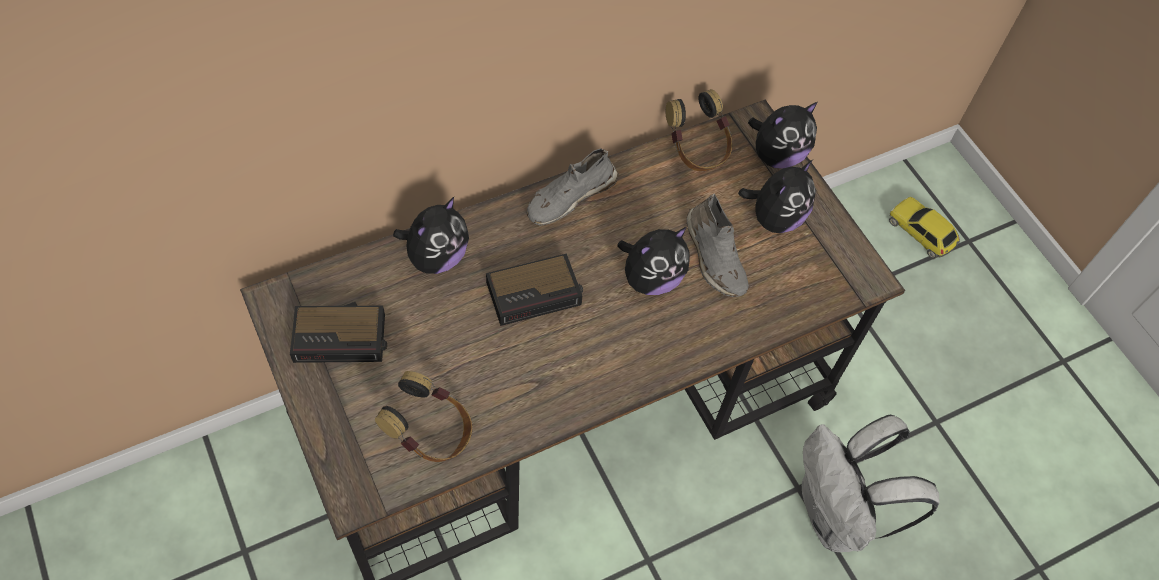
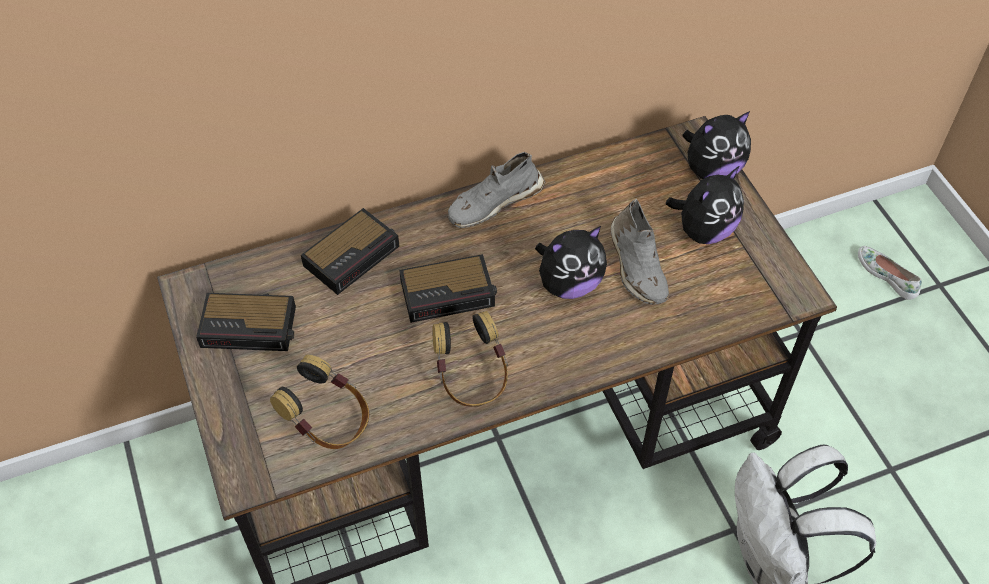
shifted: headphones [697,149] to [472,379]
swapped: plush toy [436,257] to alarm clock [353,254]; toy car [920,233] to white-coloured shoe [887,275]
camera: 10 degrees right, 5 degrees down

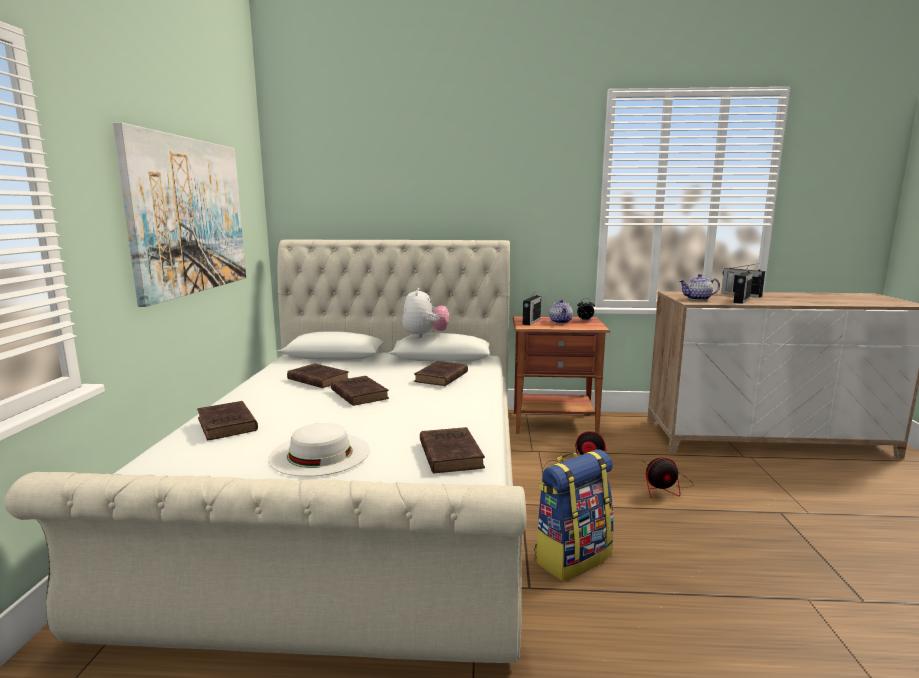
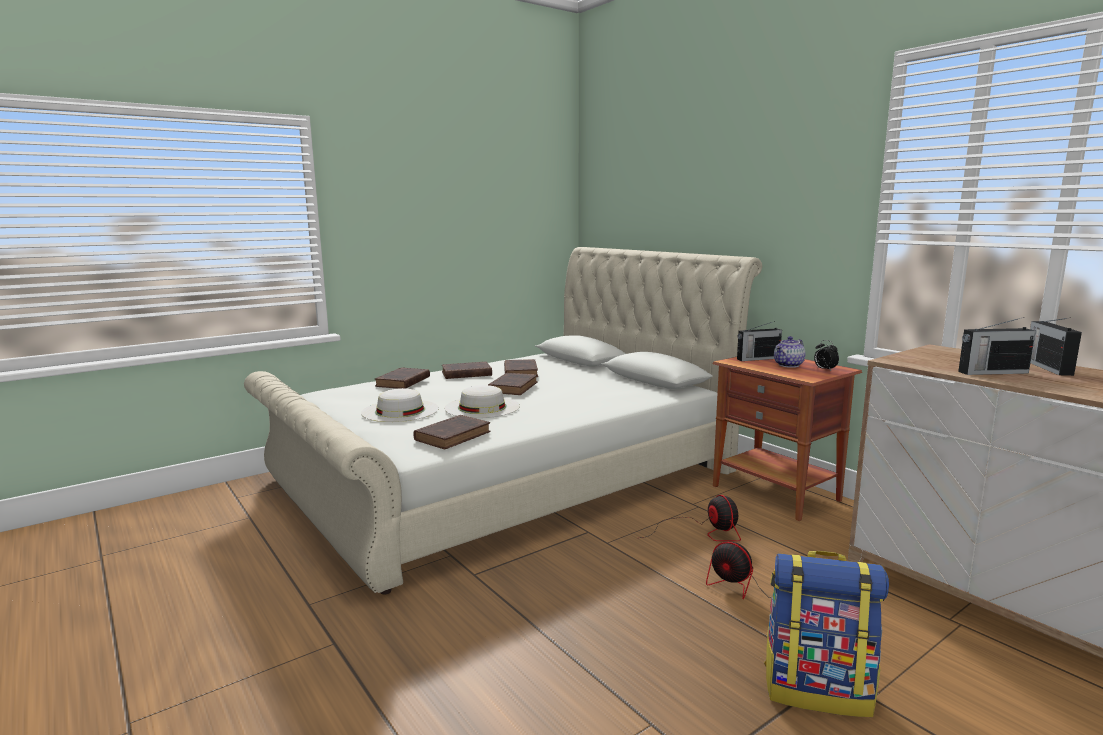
gone: wall picture [189,216]; plush toy [425,336]; pot for tea [698,299]
new: white-coloured wearable hat [482,407]
shifted: brown book [440,377] to [465,374]; backpack [572,557] to [817,689]
camera: 50 degrees right, 0 degrees up

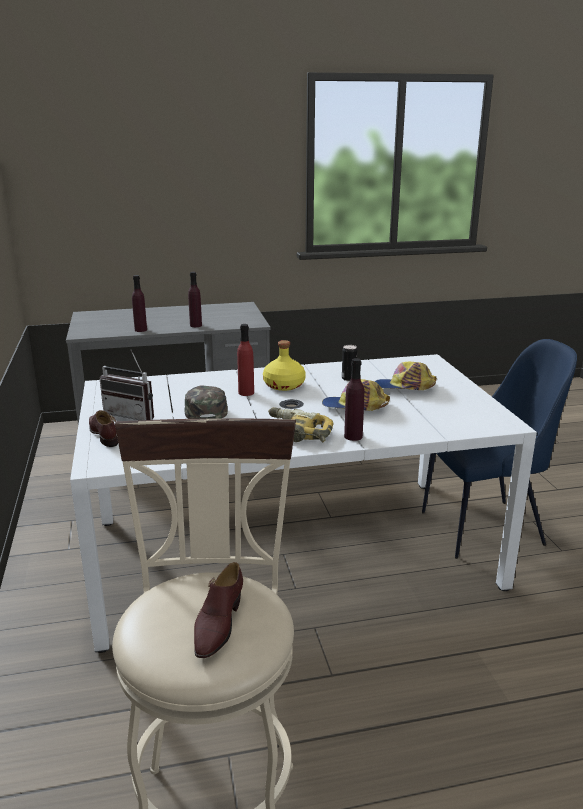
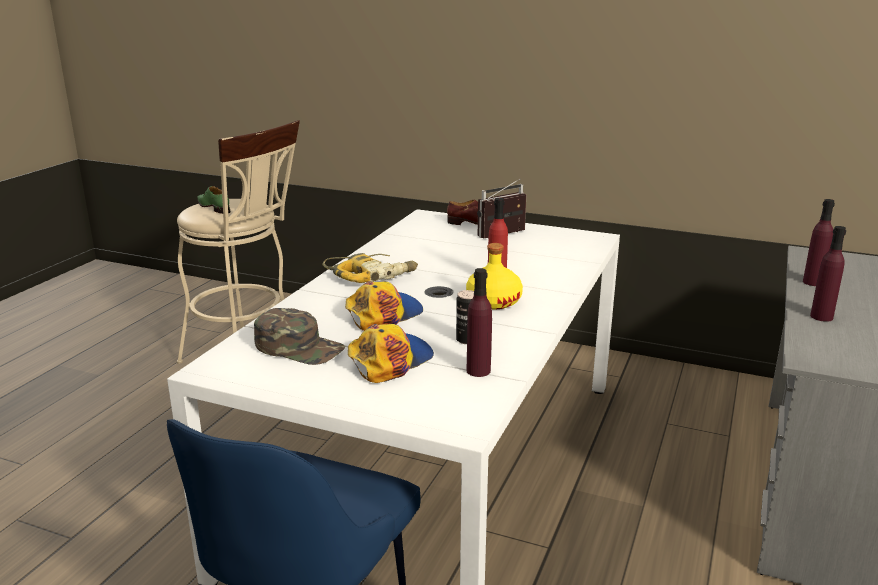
shifted: green cap [204,409] to [299,347]; purplish bottle [353,436] to [478,371]
repainted: brown shoe [218,624] to green shoe [214,207]
camera: 125 degrees right, 0 degrees up

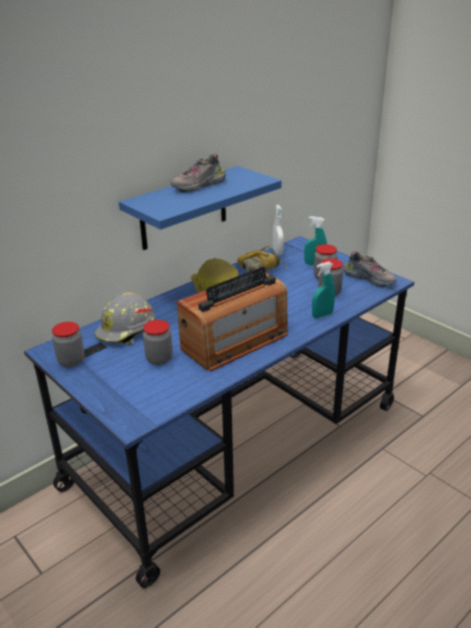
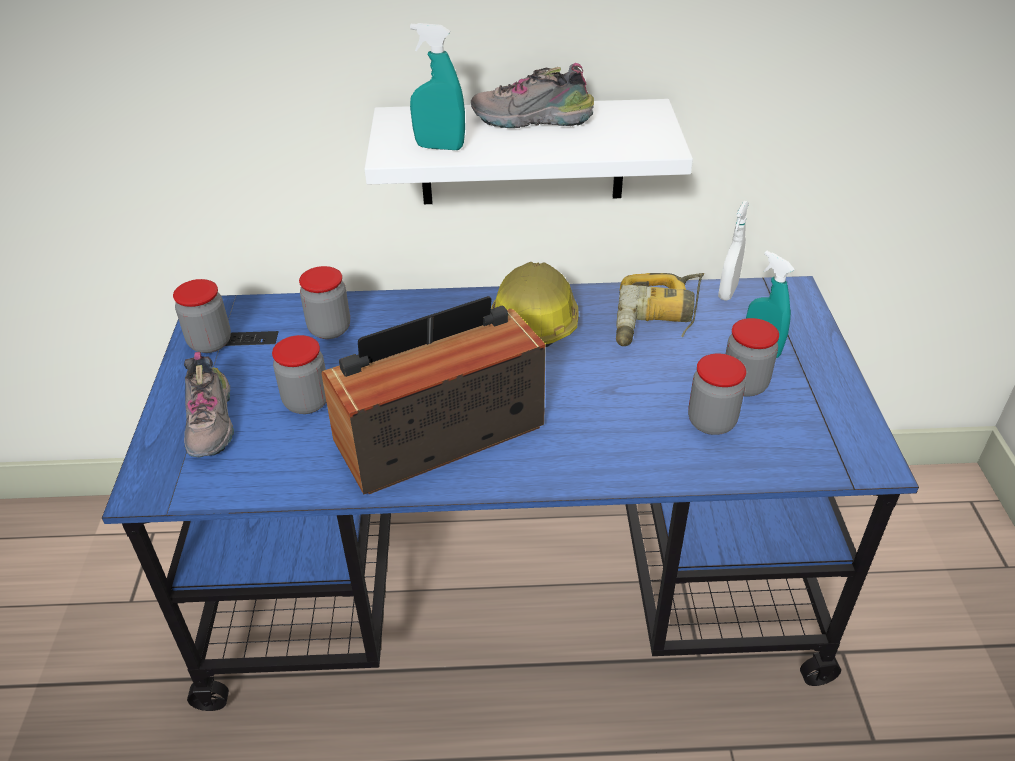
shifted: turquoise sprayer [322,315] to [440,147]; shoe [370,279] to [212,423]
swapped: grey hard hat [127,330] to preserve jar [329,329]
repainted: blue wall shelf [184,208] to white-coloured wall shelf [522,152]
rotated: radio receiver [235,342] = [439,433] 150 degrees clockwise
camera: 40 degrees right, 10 degrees up

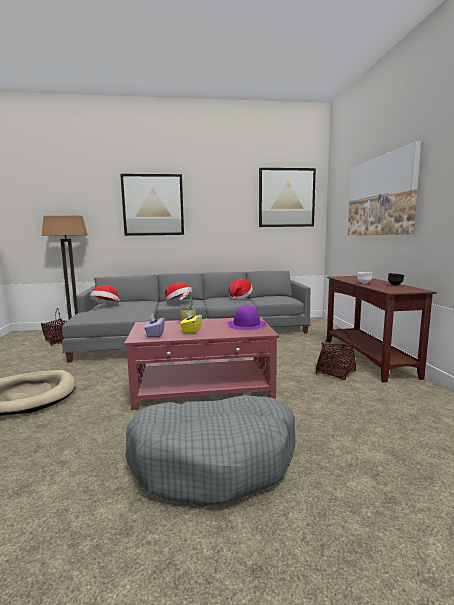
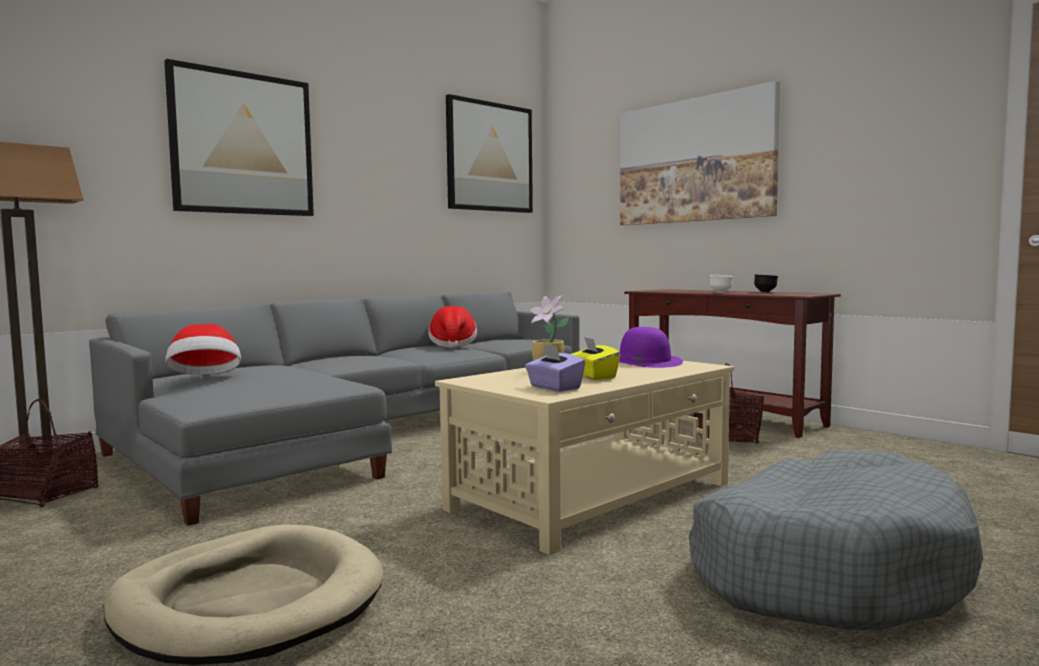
gone: wearable hat [178,303]
repainted: red-coloured coffee table [203,387] to beige coffee table [593,496]
camera: 35 degrees left, 5 degrees down

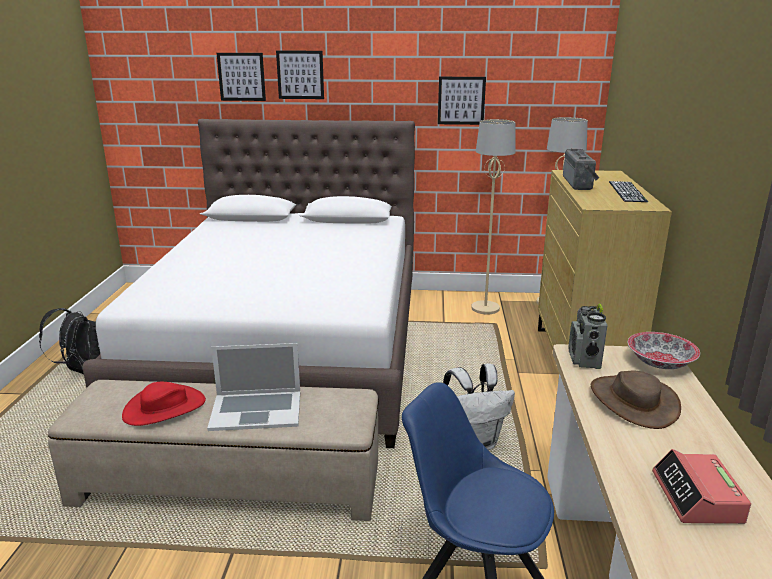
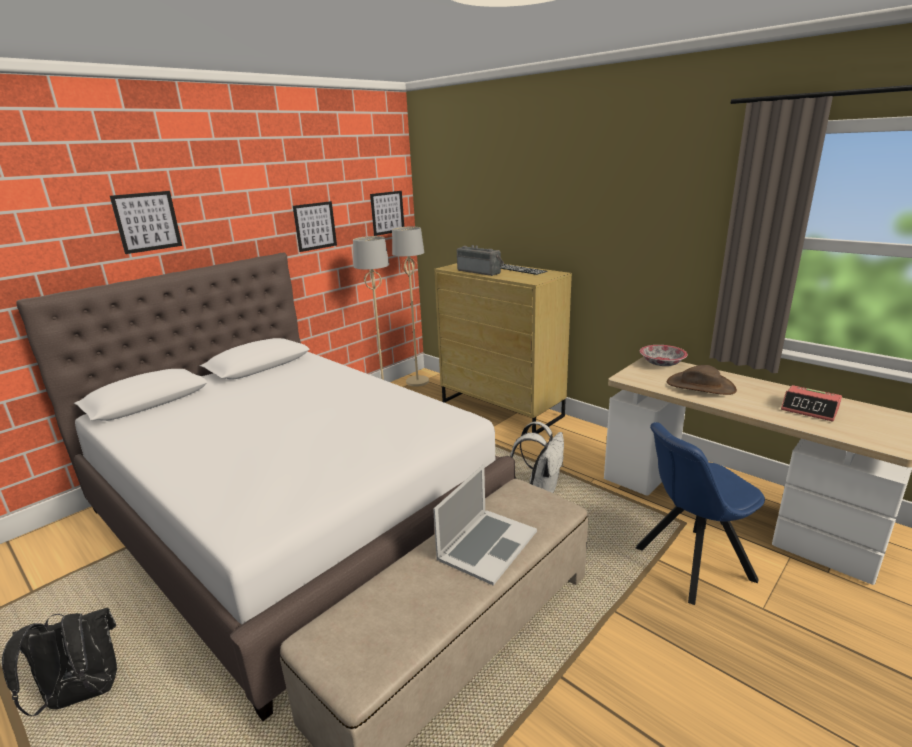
gone: red-coloured wearable hat [164,408]; radio receiver [584,359]
shifted: wall picture [241,76] to [387,213]
camera: 50 degrees left, 0 degrees up

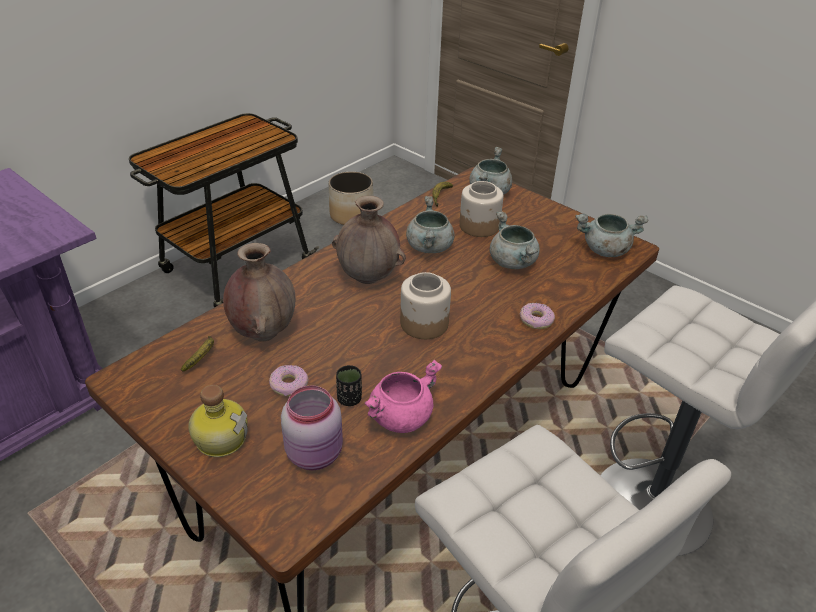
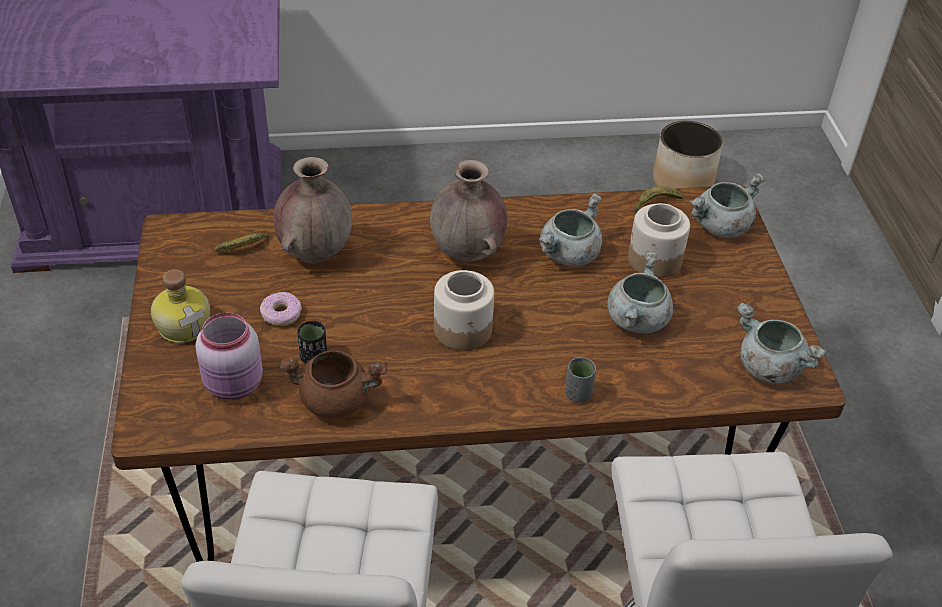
gone: cart [236,269]
swapped: doughnut [536,320] to grey cup [578,394]
repainted: pink cooking pot [401,416] to brown cooking pot [336,400]
camera: 40 degrees right, 5 degrees up

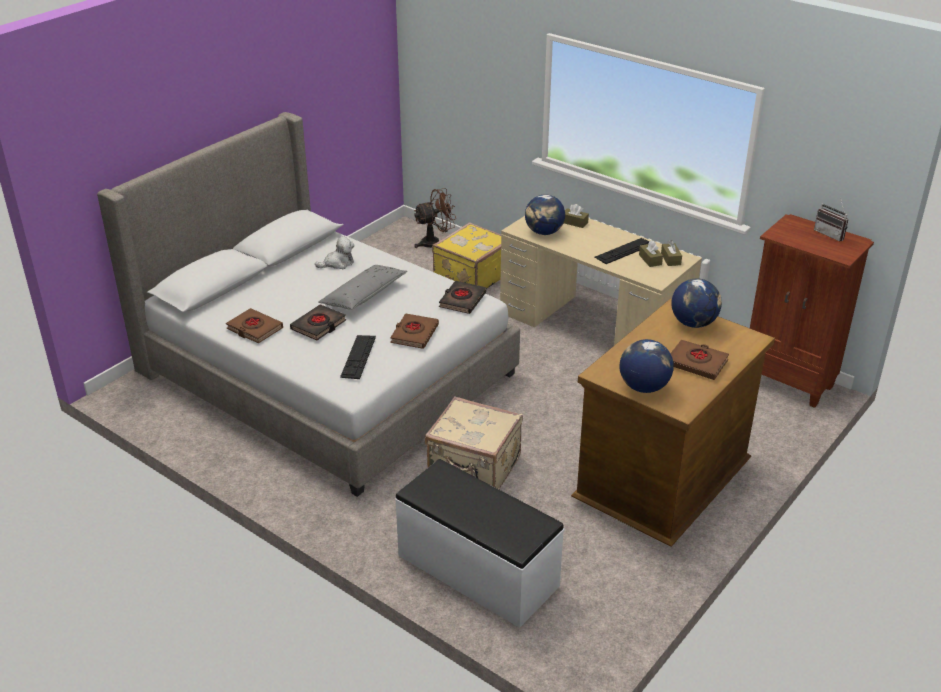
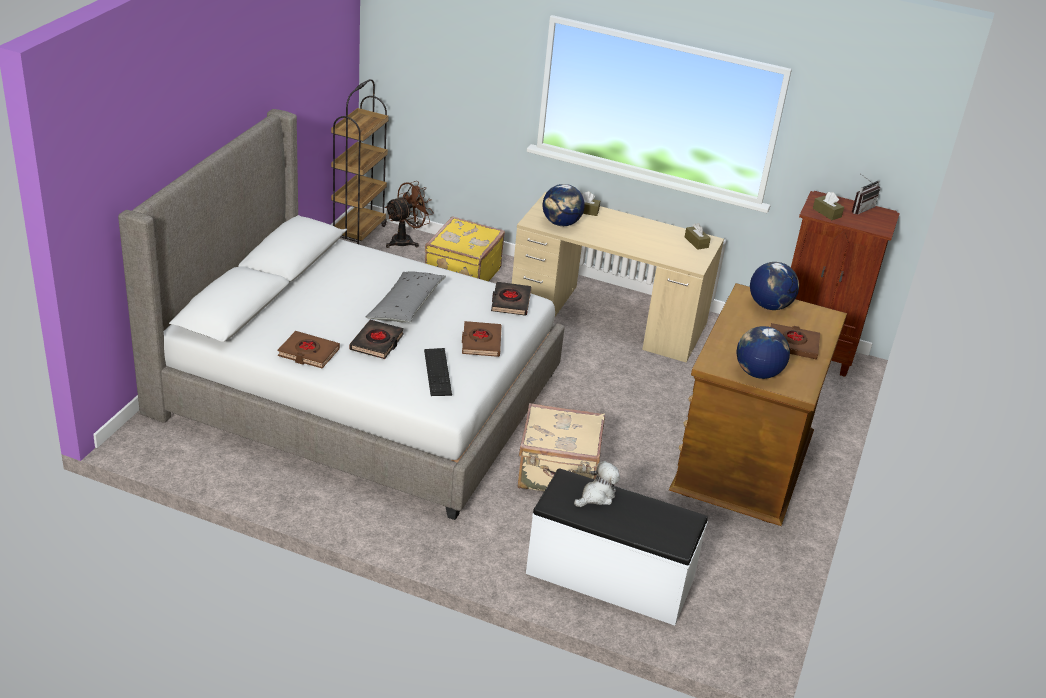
gone: PC keyboard [624,251]
new: brown cart [358,235]
shifted: plush toy [338,263] to [597,496]; brown tissue holder [650,260] to [827,213]
rotated: radio receiver [831,234] = [860,208] 75 degrees counterclockwise
camera: 20 degrees left, 0 degrees up

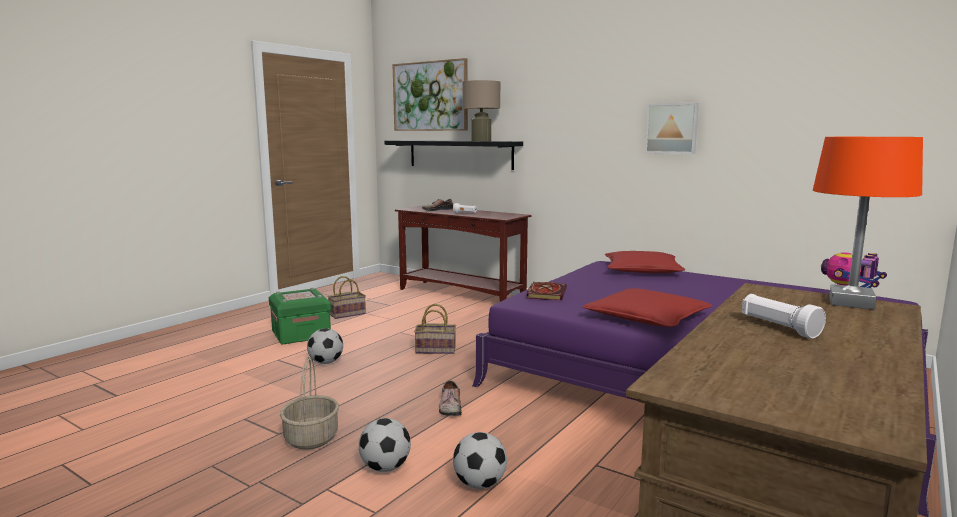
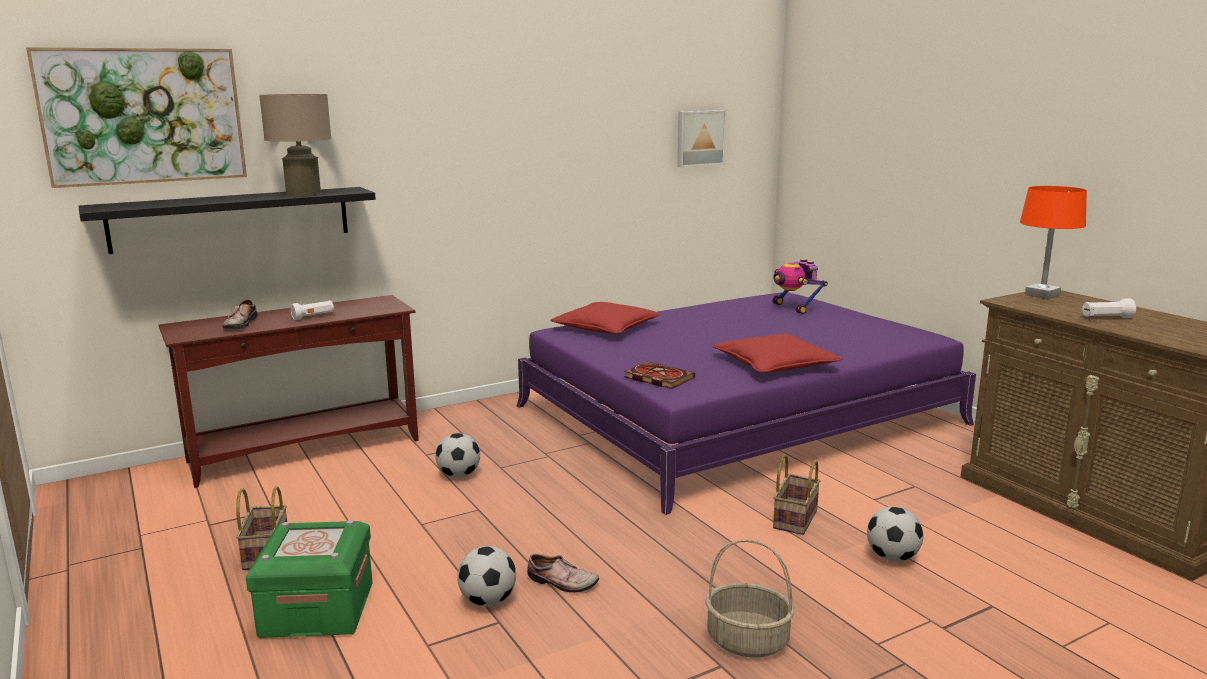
shifted: football [385,468] to [459,475]; household basket [436,349] to [794,518]; shoe [449,407] to [561,583]; wall picture [672,128] to [699,138]
camera: 65 degrees left, 5 degrees up

